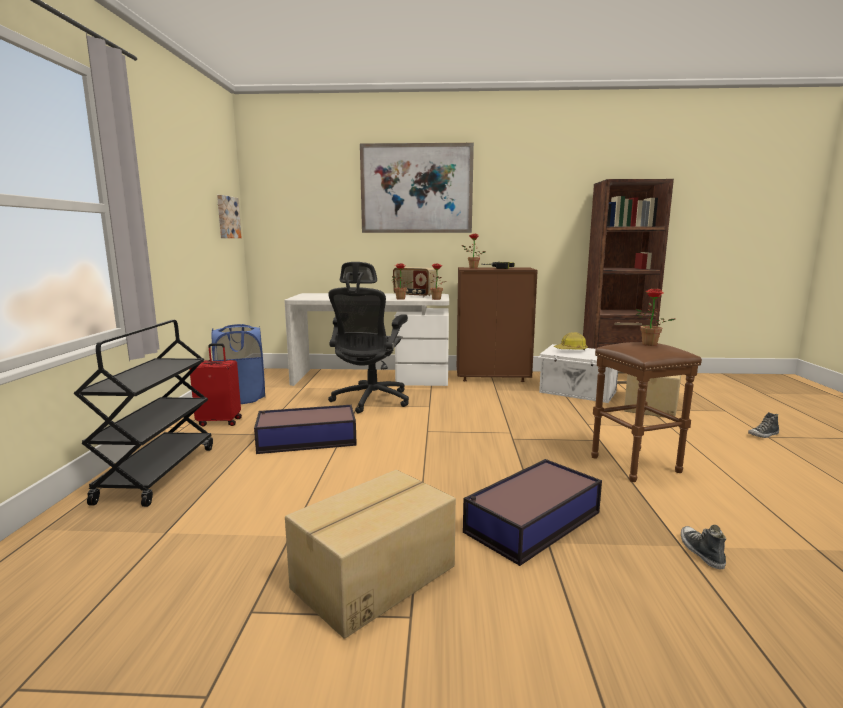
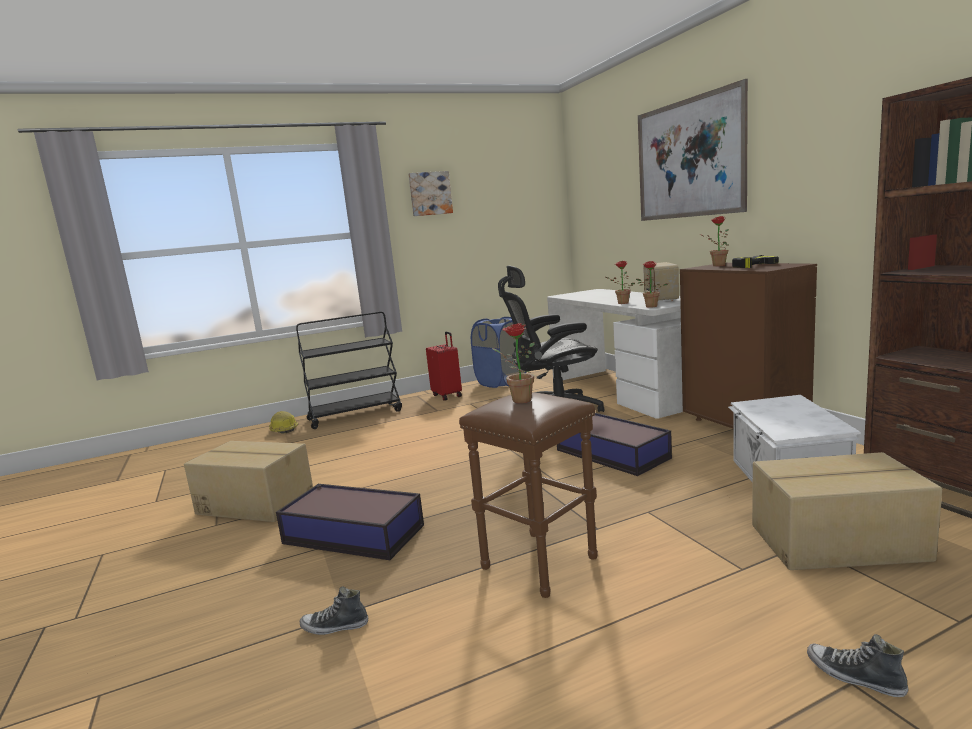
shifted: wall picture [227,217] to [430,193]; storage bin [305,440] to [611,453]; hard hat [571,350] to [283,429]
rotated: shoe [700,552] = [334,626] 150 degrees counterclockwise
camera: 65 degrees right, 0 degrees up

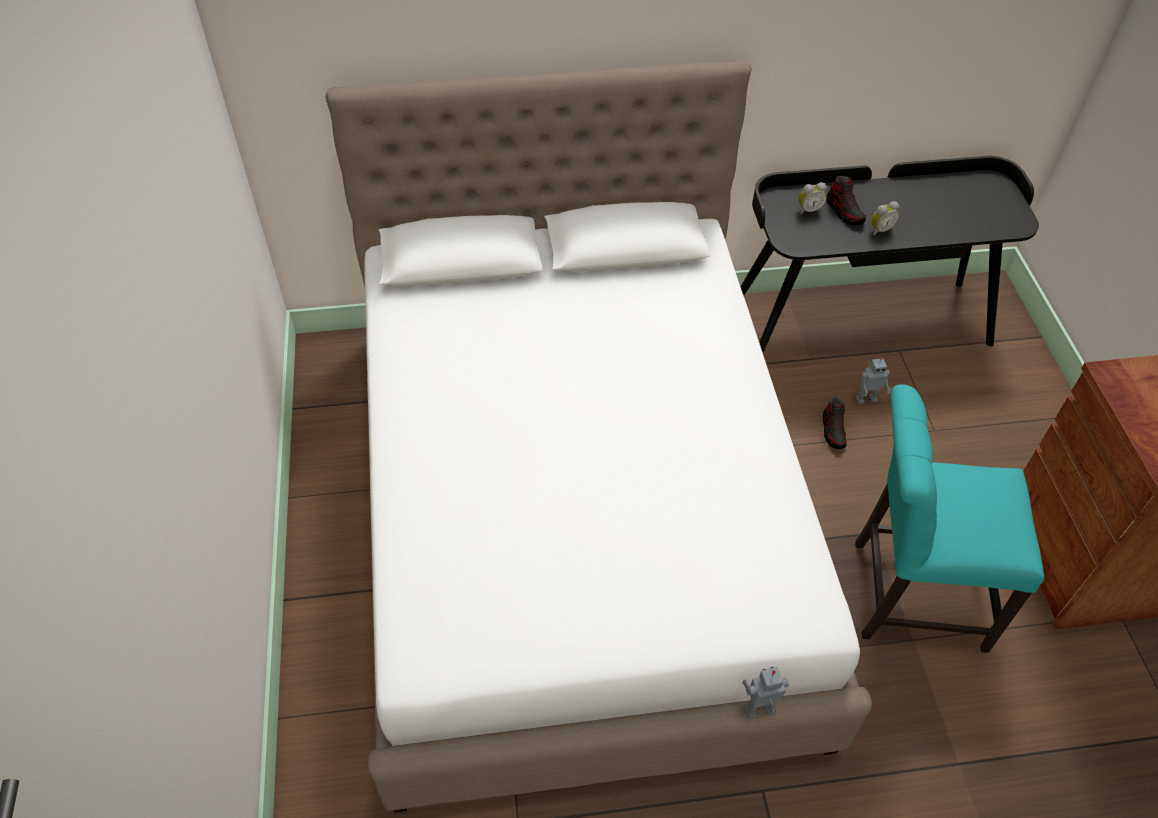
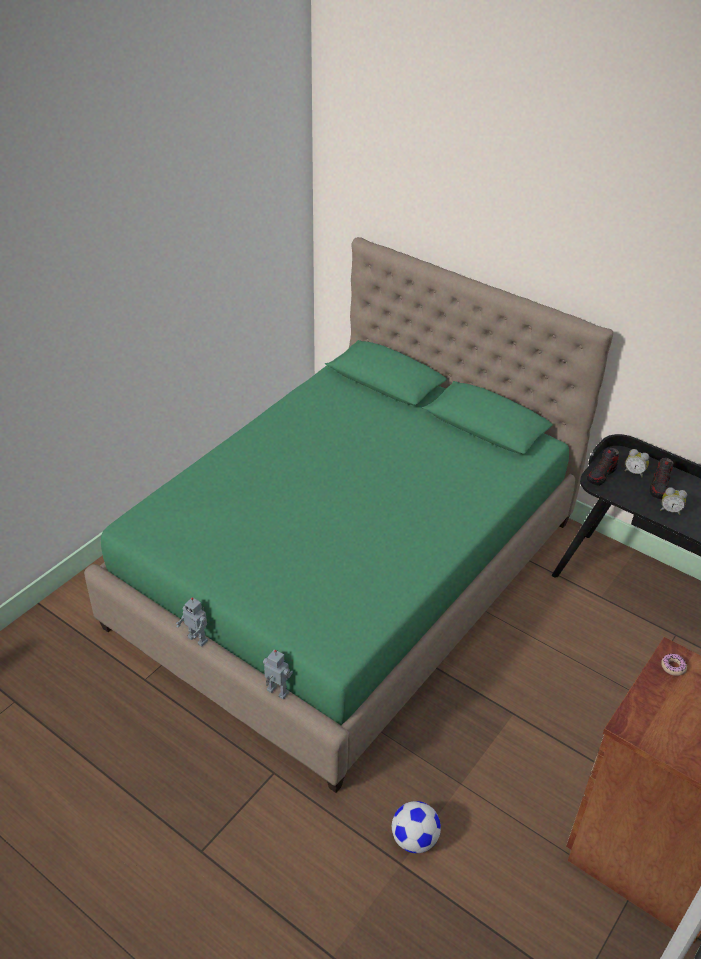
gone: turquoise upright chair [907,592]
new: football [414,839]; doughnut [673,667]
shifted: shoe [833,431] to [601,475]; toy robot [865,398] to [198,638]
repainted: white-coloured sleeping bed [577,512] to green sleeping bed [349,572]
camera: 45 degrees right, 10 degrees down

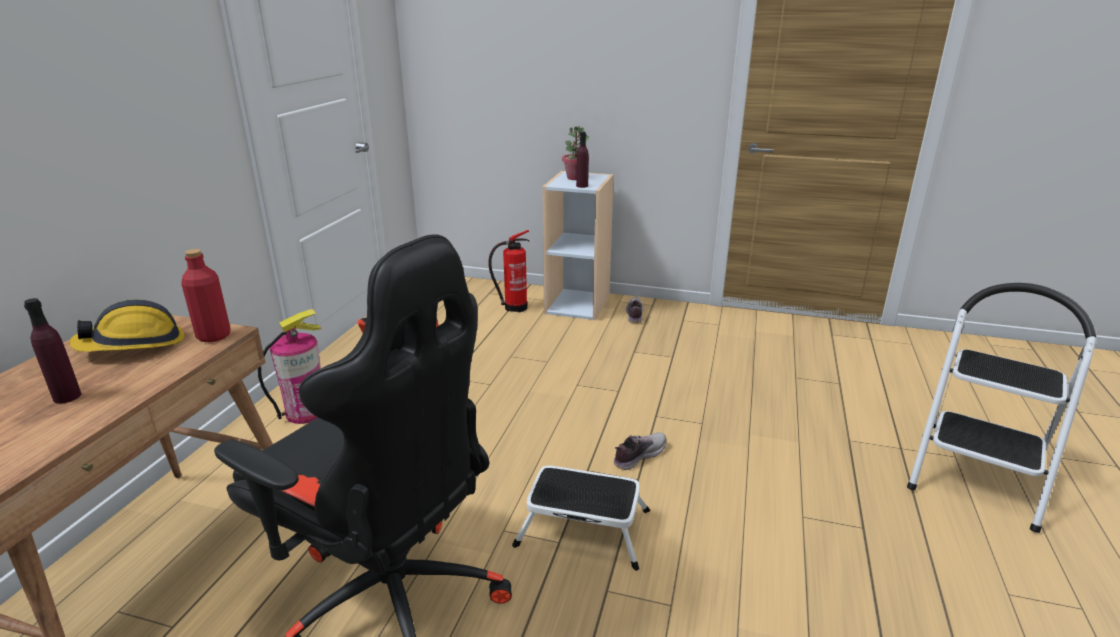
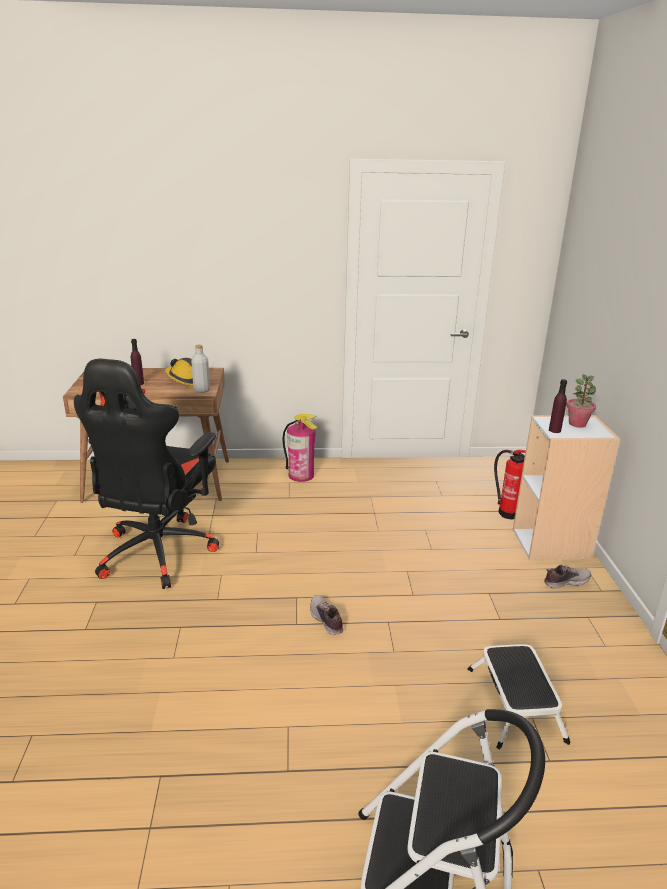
shifted: black stepladder [583,528] to [514,704]
repainted: red-coloured bottle [214,336] to grey bottle [201,390]
rotated: shoe [638,456] = [326,620] 150 degrees counterclockwise
camera: 70 degrees right, 0 degrees up

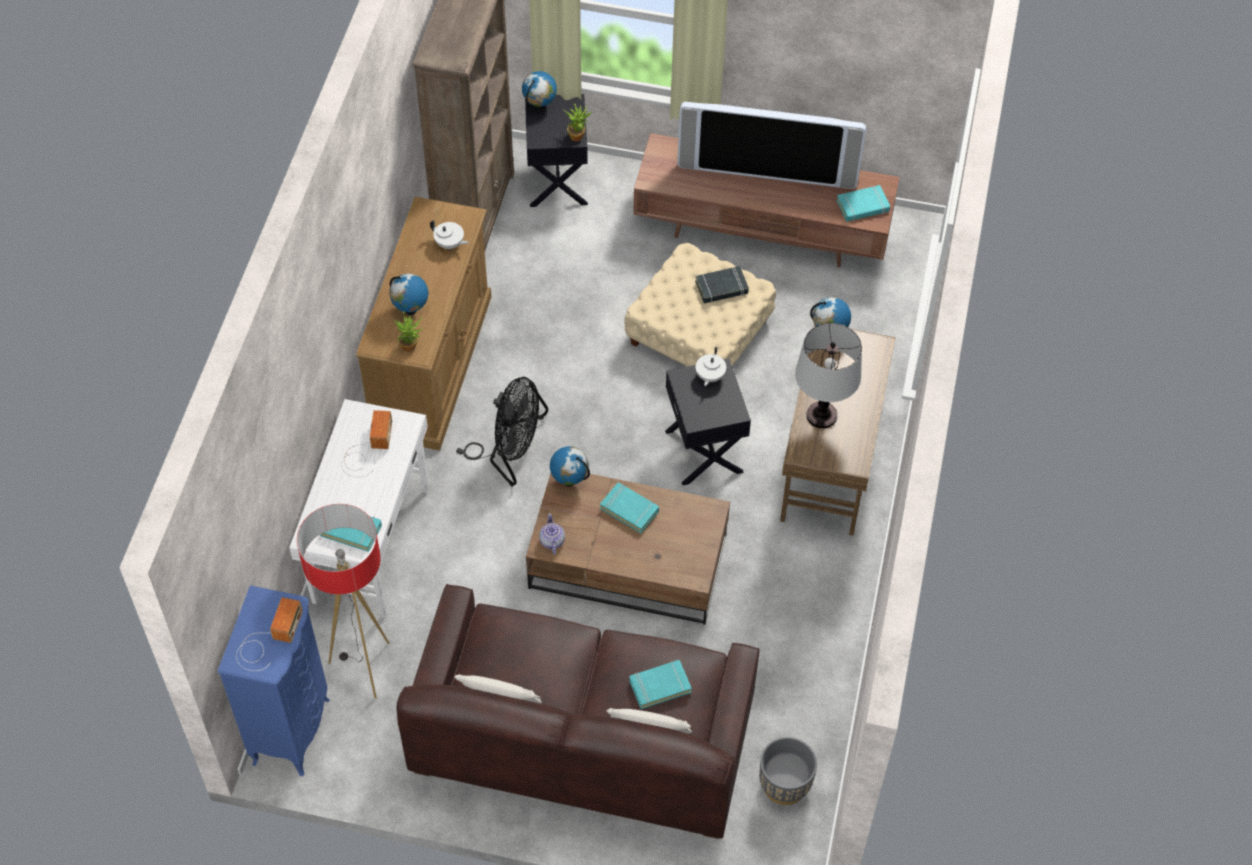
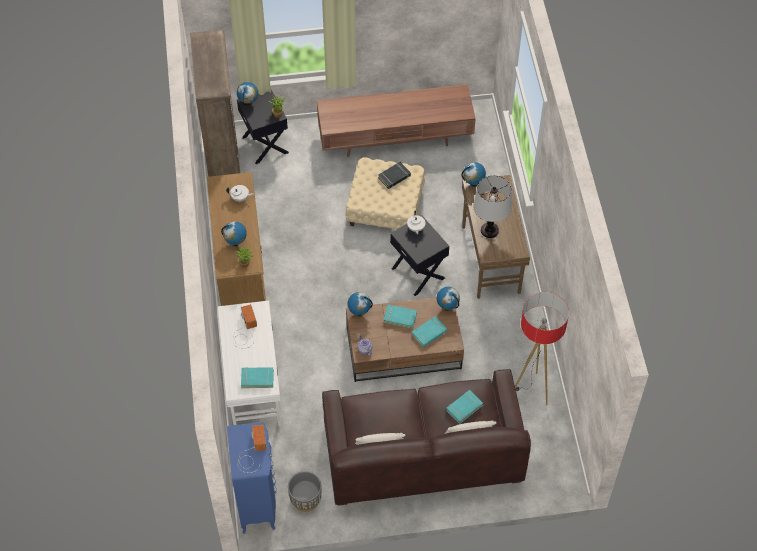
gone: black fan [509,449]; TV [767,171]
new: desk globe [447,307]
shifted: standing lamp [364,667] to [531,391]; grey planter [784,784] to [305,500]; turquoise book [863,206] to [429,333]
camera: 20 degrees left, 0 degrees up

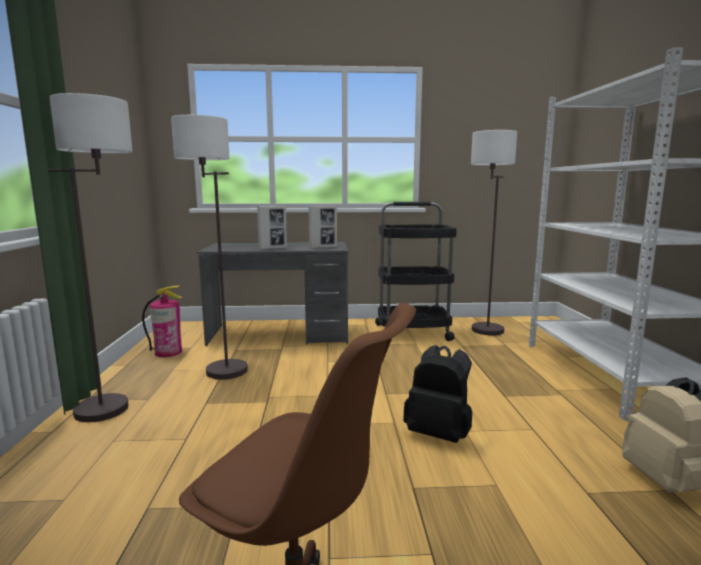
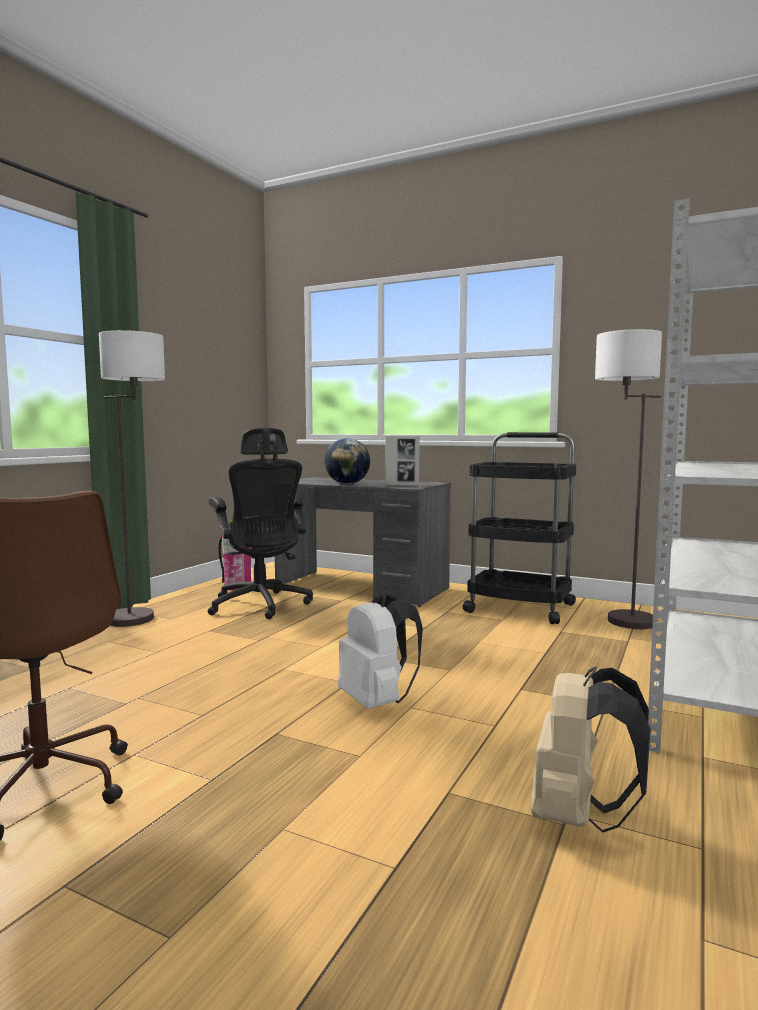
swapped: white-coloured standing lamp [219,368] to office chair [260,606]; standing frame [273,248] to desk globe [347,484]
repainted: black backpack [439,434] to white-coloured backpack [377,702]
camera: 30 degrees right, 5 degrees down

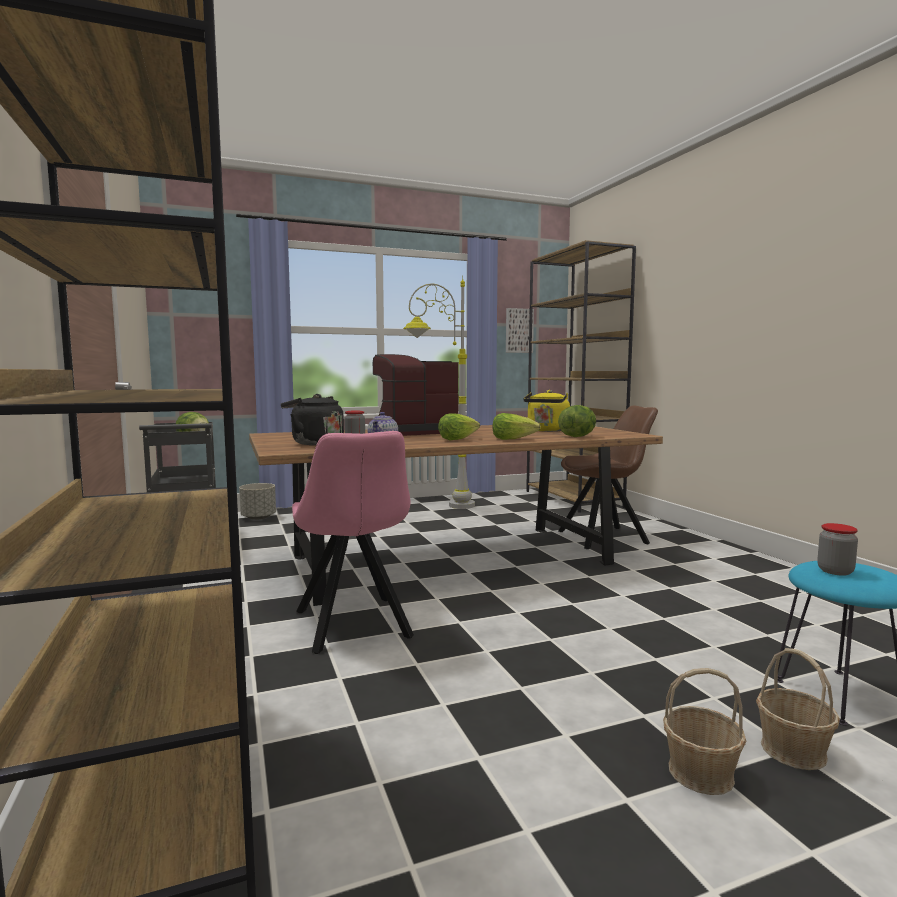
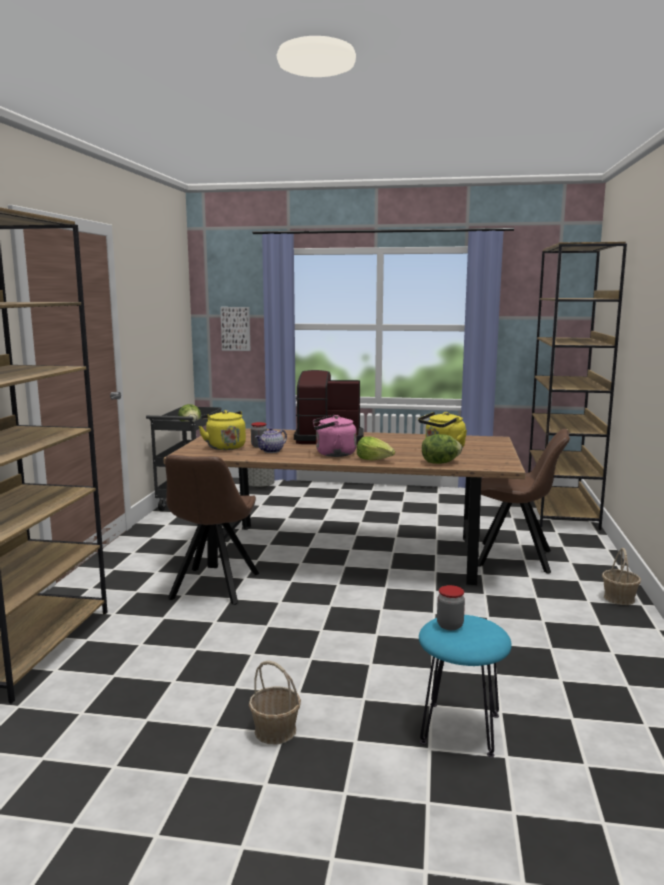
gone: grey standing lamp [439,506]
shifted: wall picture [518,331] to [236,328]; household basket [793,750] to [619,598]
swapped: lettuce head [457,439] to pink kettle [333,454]
repainted: black kettle [314,443] to yellow kettle [224,447]; pink upright chair [353,624] to brown upright chair [214,586]
camera: 30 degrees right, 5 degrees up

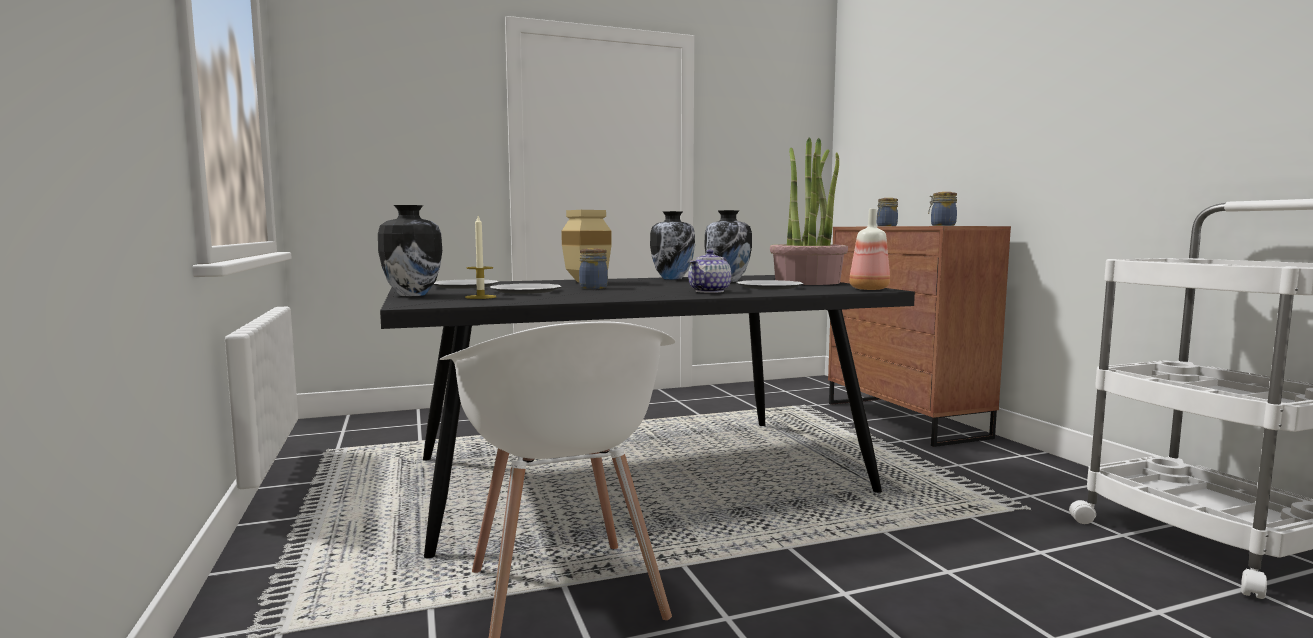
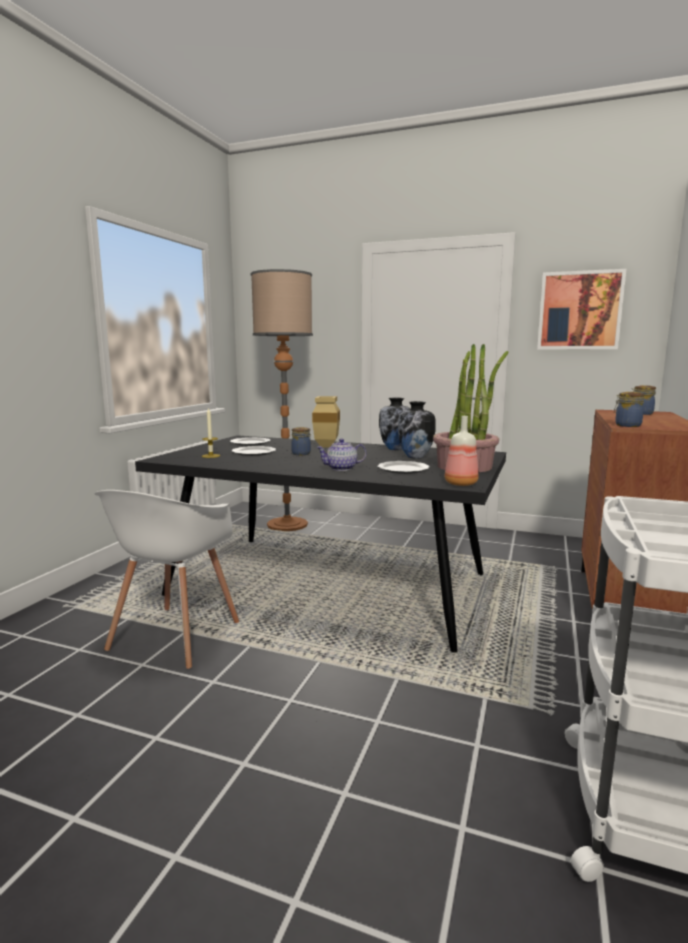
gone: vase [412,295]
new: standing lamp [287,524]; wall picture [579,310]
camera: 40 degrees right, 5 degrees up

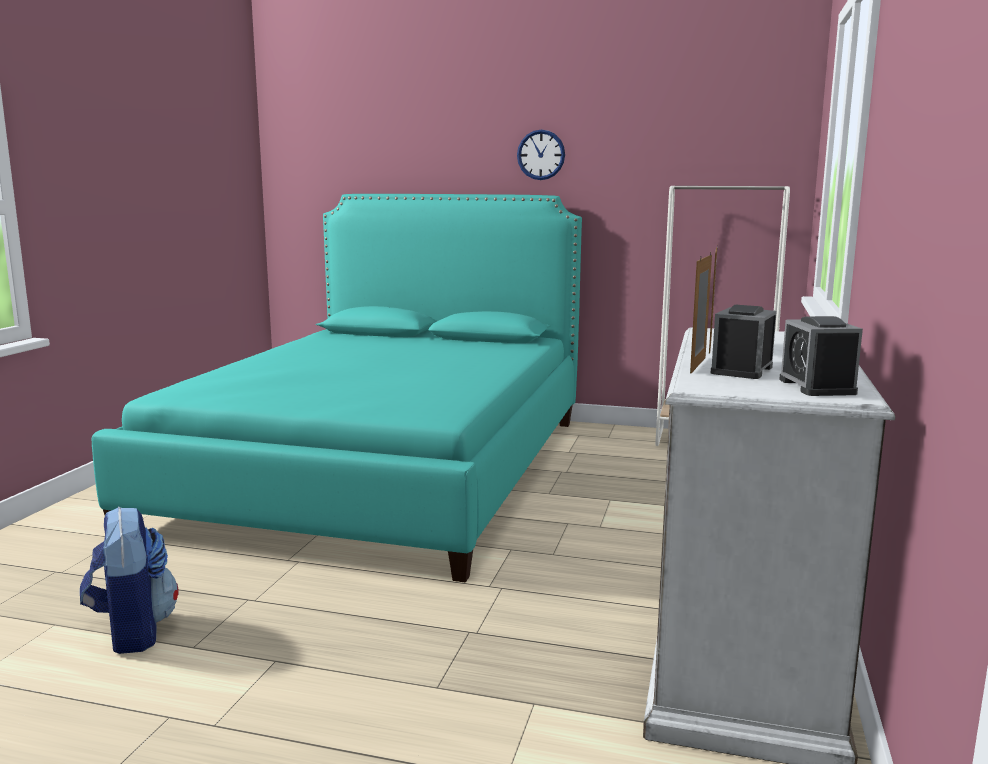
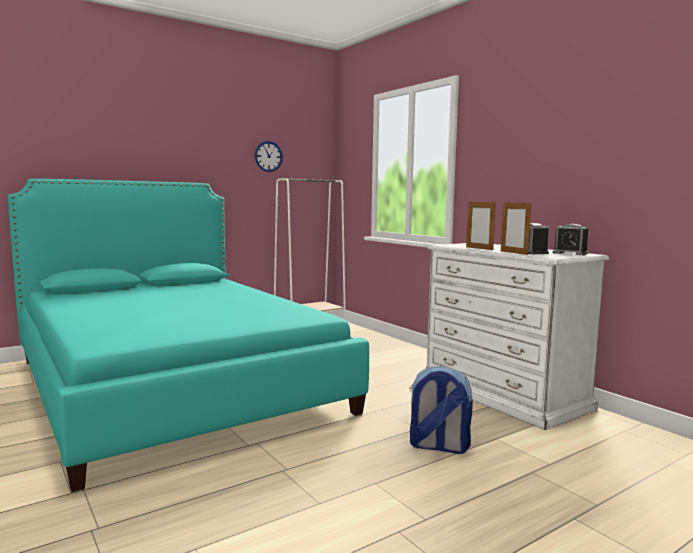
shifted: backpack [132,631] to [437,446]; wall clock [541,155] to [268,156]
camera: 50 degrees left, 5 degrees down

